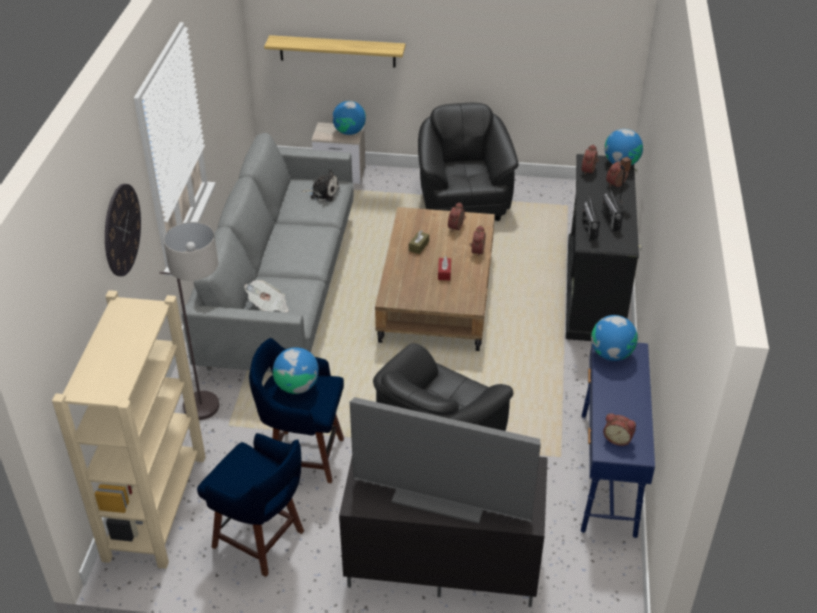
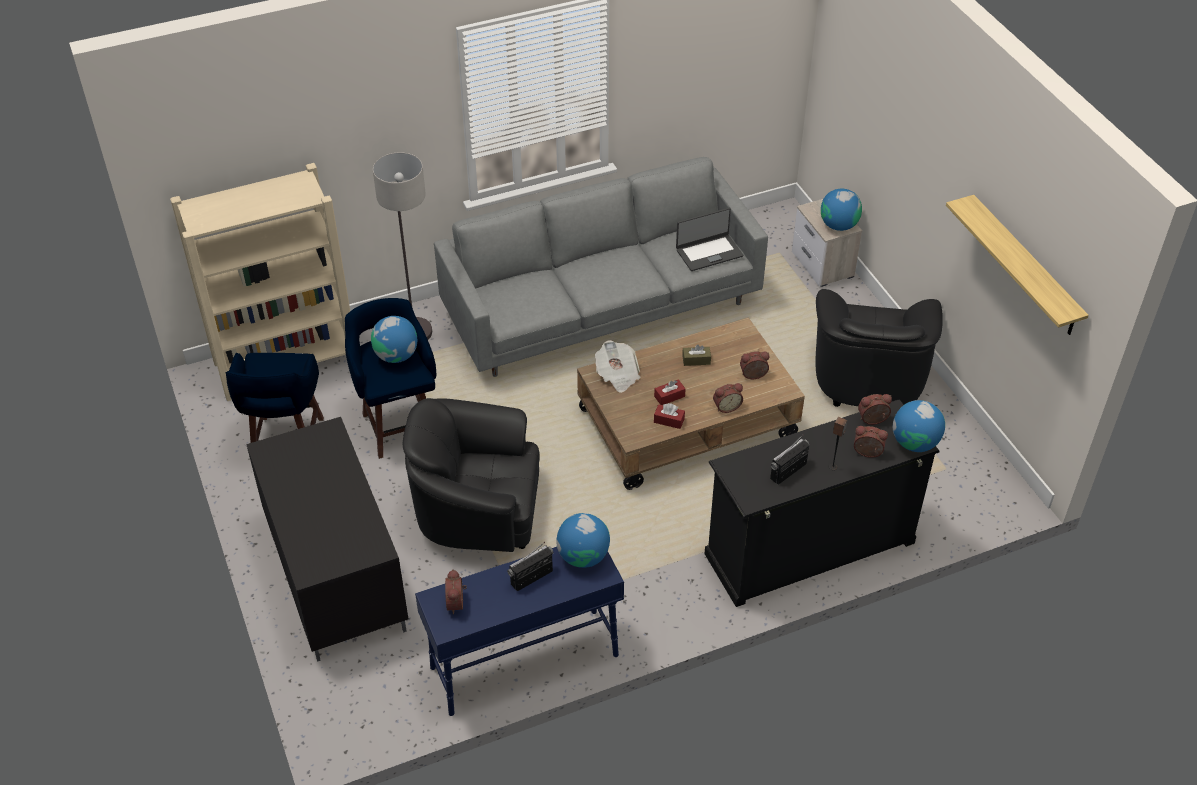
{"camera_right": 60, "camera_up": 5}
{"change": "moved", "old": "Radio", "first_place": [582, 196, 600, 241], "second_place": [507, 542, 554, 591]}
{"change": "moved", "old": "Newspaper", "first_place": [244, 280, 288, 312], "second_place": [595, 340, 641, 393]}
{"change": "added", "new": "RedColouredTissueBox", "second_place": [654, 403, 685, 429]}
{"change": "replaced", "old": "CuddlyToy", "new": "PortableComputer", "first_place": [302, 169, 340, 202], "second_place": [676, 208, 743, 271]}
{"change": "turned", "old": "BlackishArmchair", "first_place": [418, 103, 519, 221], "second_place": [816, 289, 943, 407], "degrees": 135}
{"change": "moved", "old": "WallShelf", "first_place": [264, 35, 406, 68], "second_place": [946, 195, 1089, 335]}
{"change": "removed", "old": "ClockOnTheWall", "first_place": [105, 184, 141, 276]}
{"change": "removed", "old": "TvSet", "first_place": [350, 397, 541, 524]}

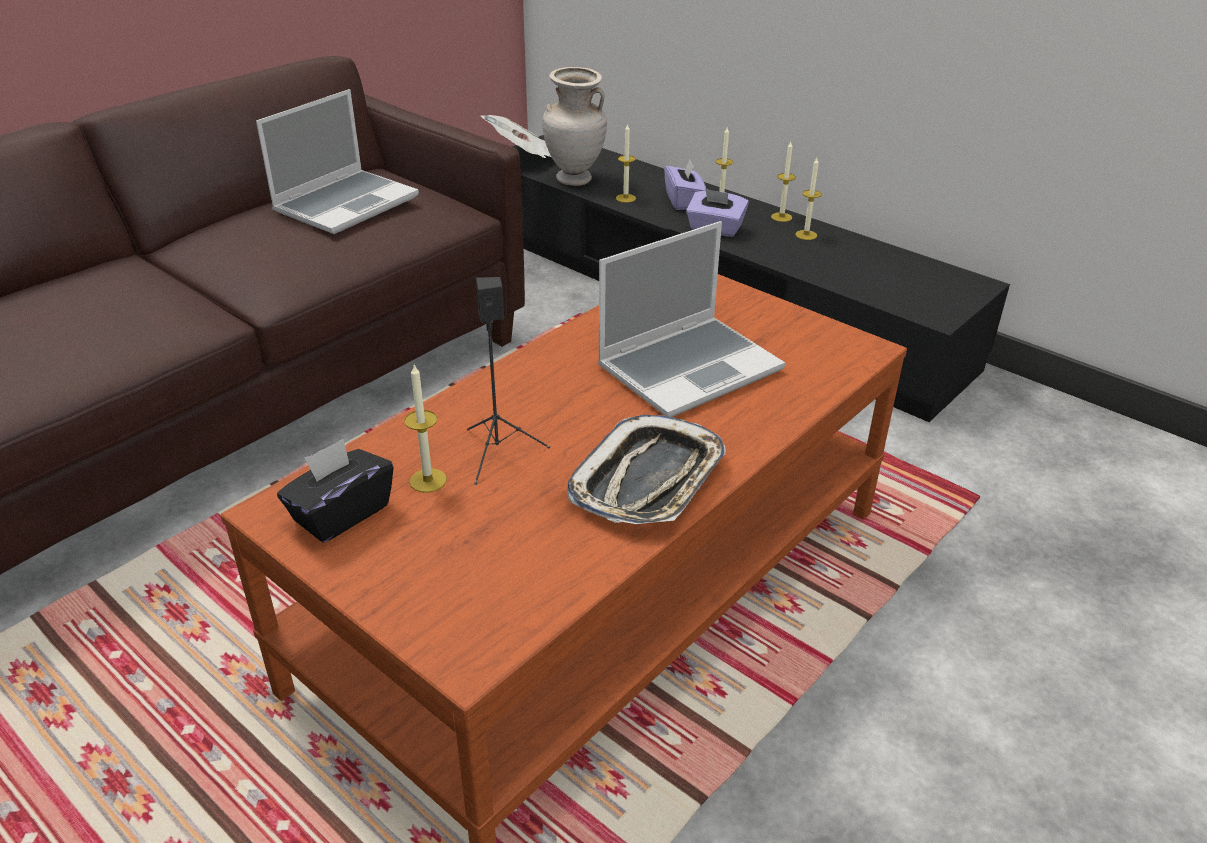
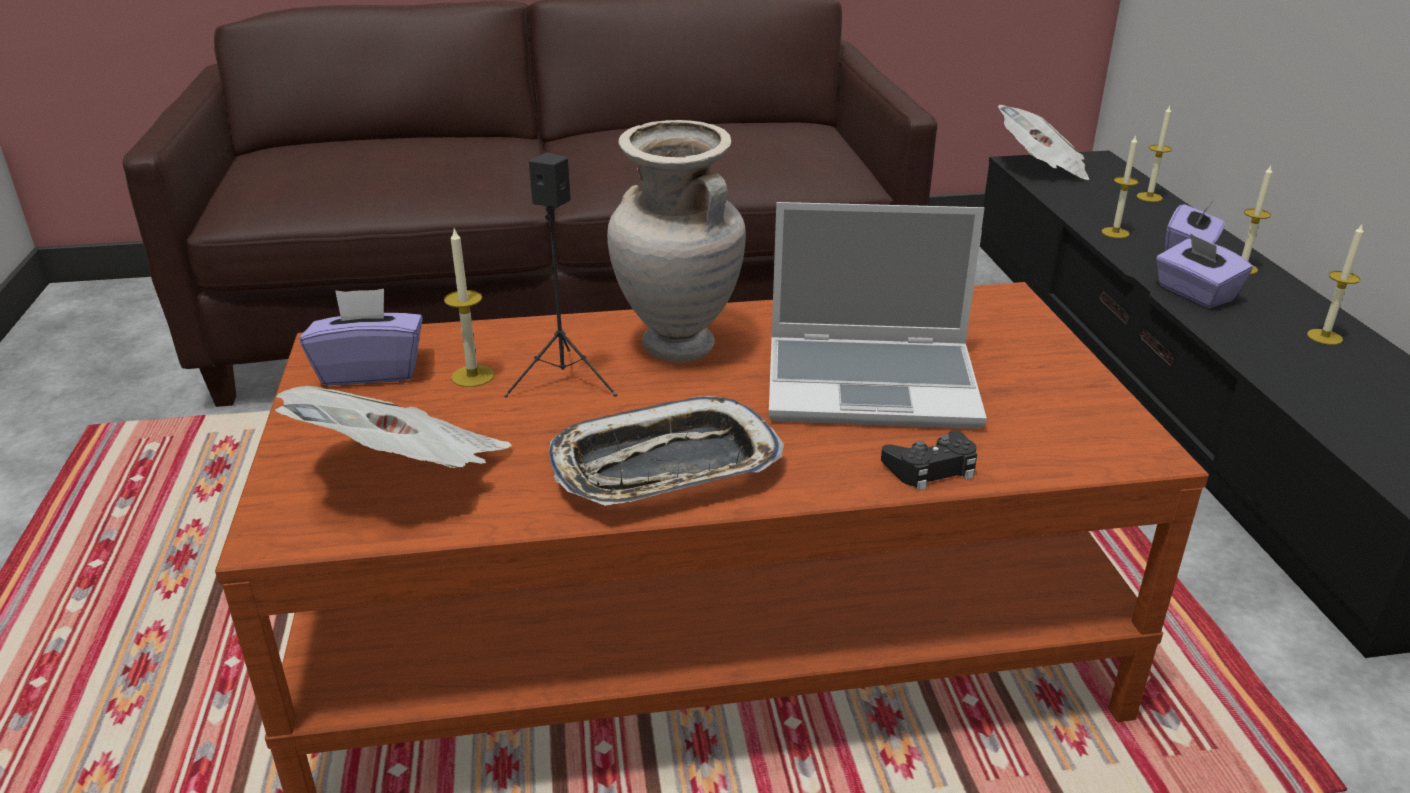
{"camera_right": 40, "camera_up": -5}
{"change": "added", "new": "Newspaper", "second_place": [275, 386, 511, 468]}
{"change": "recoloured", "old": "BlackishTissueBox", "new": "PurplishTissueBox", "first_place": [277, 439, 394, 543], "second_place": [300, 289, 423, 386]}
{"change": "moved", "old": "SandColouredVase", "first_place": [542, 67, 607, 186], "second_place": [607, 120, 746, 363]}
{"change": "added", "new": "BlackishGamepad", "second_place": [881, 431, 977, 491]}
{"change": "moved", "old": "Candle", "first_place": [771, 142, 796, 222], "second_place": [1136, 106, 1172, 202]}
{"change": "removed", "old": "PortableComputer", "first_place": [256, 89, 419, 234]}

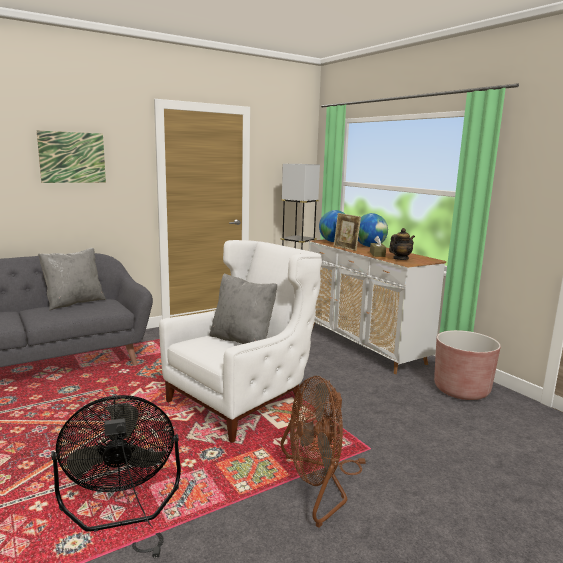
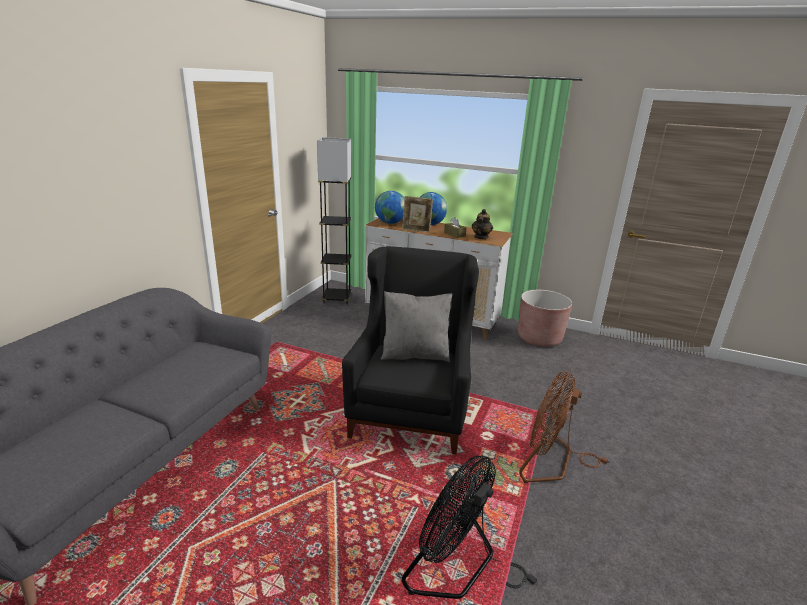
{"camera_right": -35, "camera_up": 10}
{"change": "recoloured", "old": "WhiteArmchair", "new": "BlackishArmchair", "first_place": [159, 240, 322, 443], "second_place": [342, 246, 479, 454]}
{"change": "turned", "old": "BrownFan", "first_place": [281, 376, 366, 528], "second_place": [519, 371, 609, 483], "degrees": 75}
{"change": "removed", "old": "WallArt", "first_place": [37, 131, 106, 183]}
{"change": "removed", "old": "GreyishPillow", "first_place": [38, 248, 106, 311]}

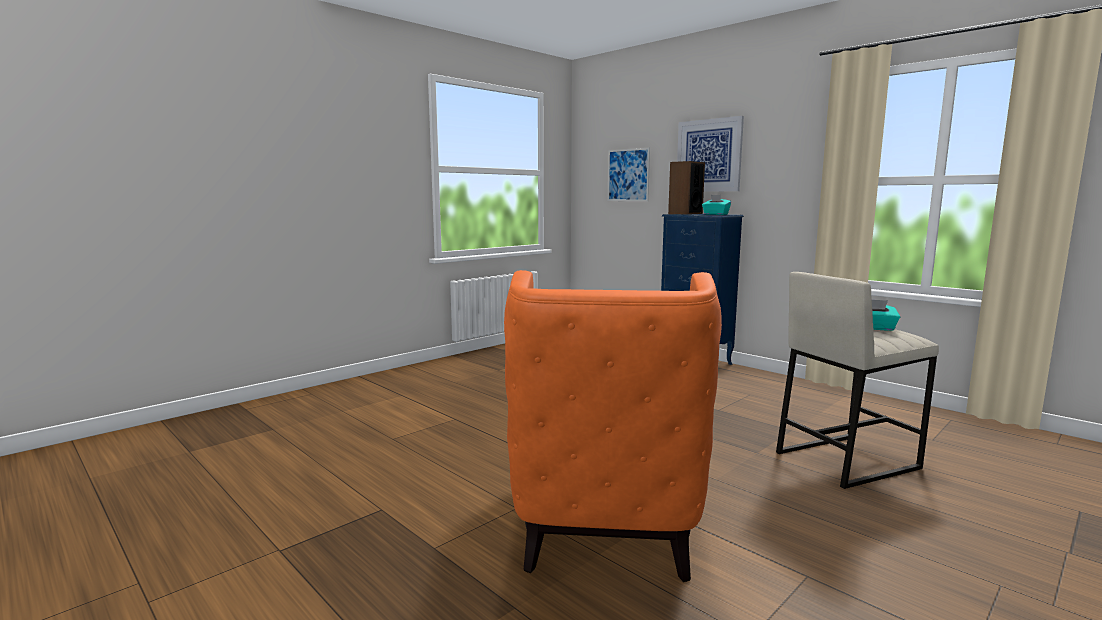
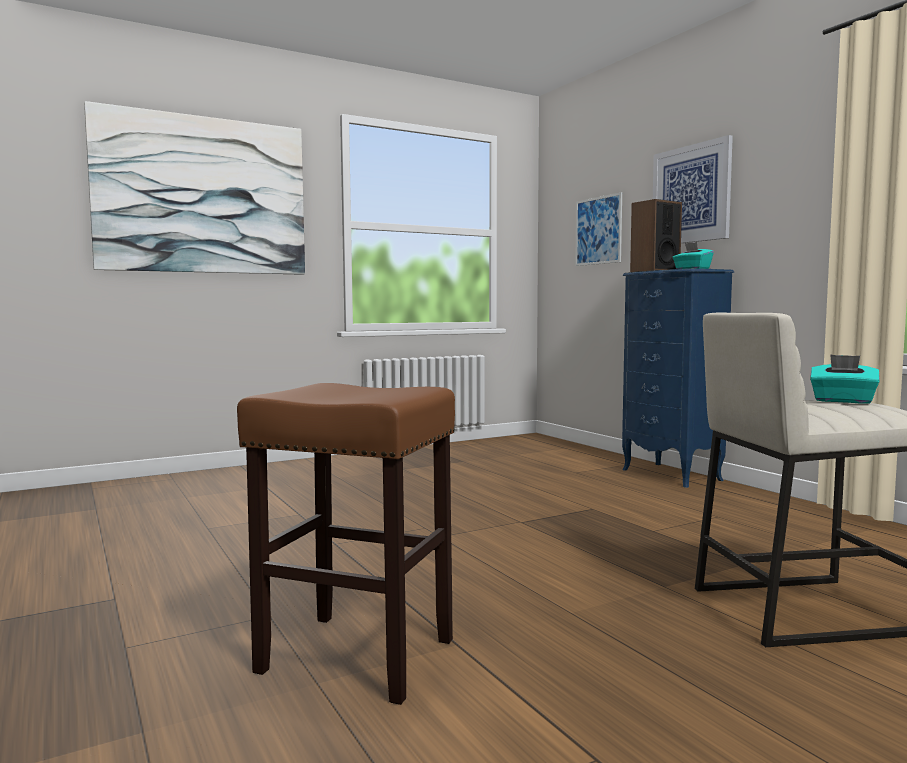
{"camera_right": 15, "camera_up": -5}
{"change": "added", "new": "WallArt", "second_place": [84, 101, 305, 275]}
{"change": "replaced", "old": "OrangeyArmchair", "new": "BrownStool", "first_place": [504, 270, 722, 582], "second_place": [237, 383, 455, 705]}

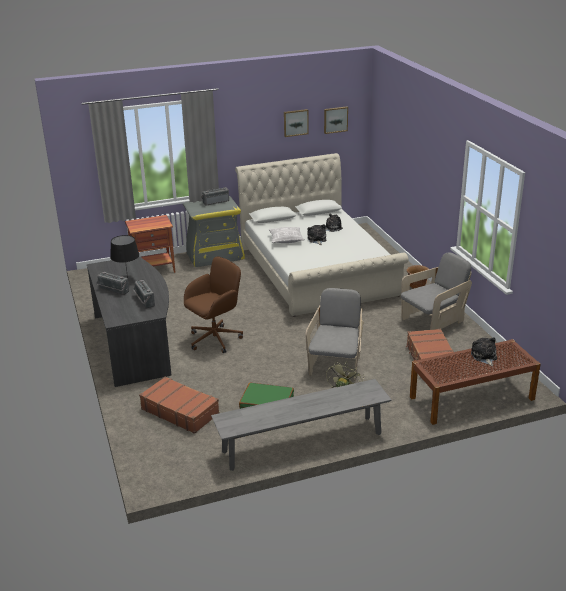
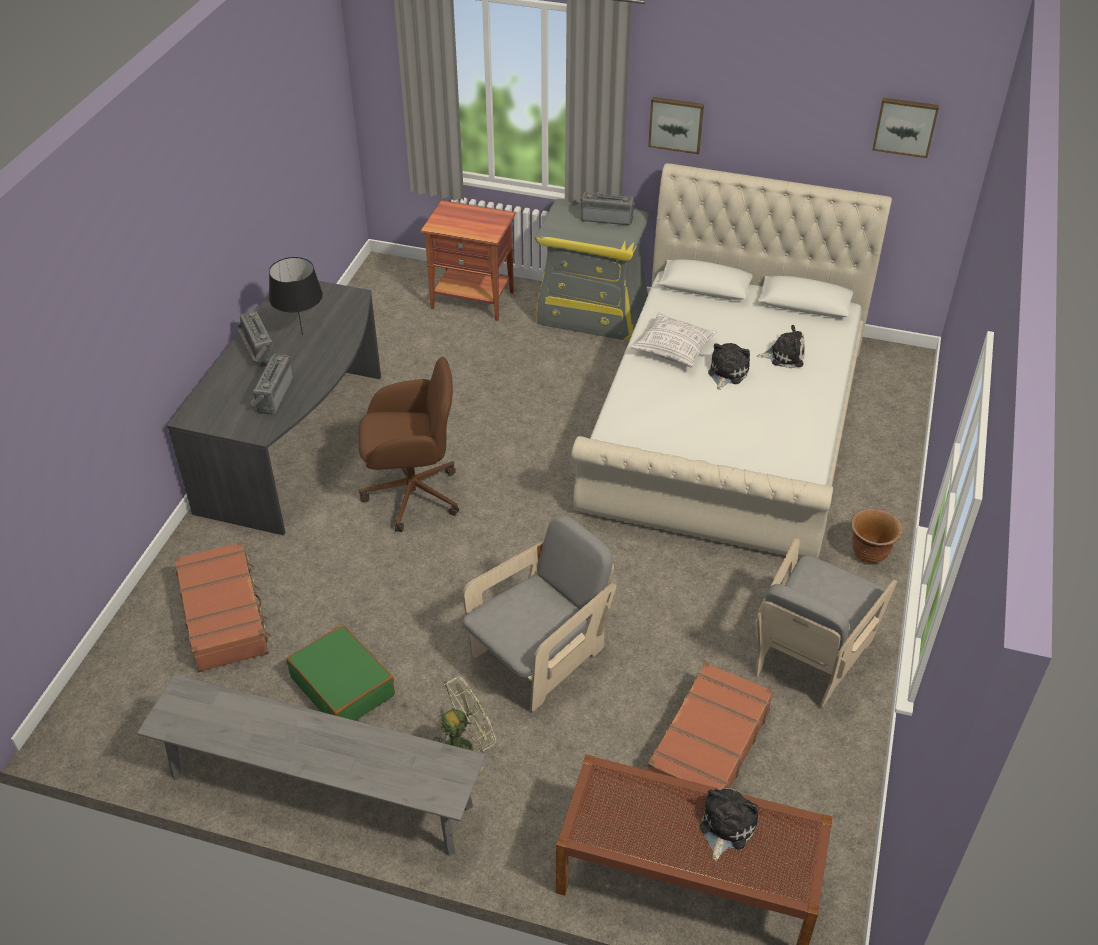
{"camera_right": 35, "camera_up": 15}
{"change": "moved", "old": "WallArt", "first_place": [284, 109, 309, 137], "second_place": [648, 97, 704, 154]}
{"change": "turned", "old": "GreyishArmchair", "first_place": [401, 252, 472, 330], "second_place": [755, 538, 897, 708], "degrees": 120}

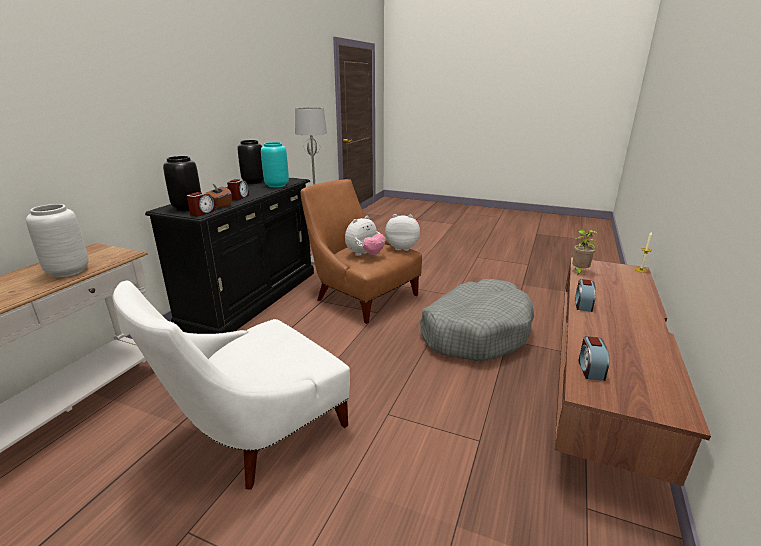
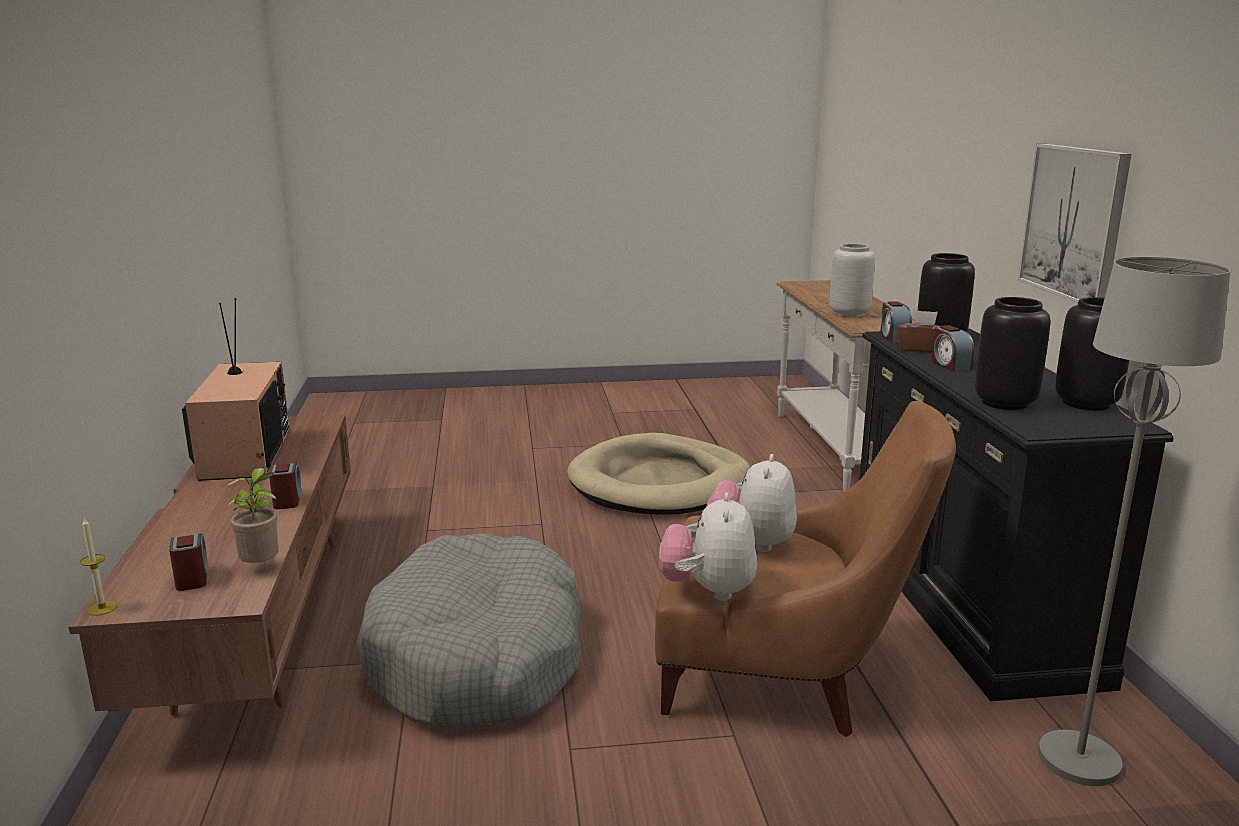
{"camera_right": 150, "camera_up": -5}
{"change": "moved", "old": "TableClock", "first_place": [578, 336, 609, 381], "second_place": [169, 533, 208, 591]}
{"change": "added", "new": "TvSet", "second_place": [182, 298, 290, 481]}
{"change": "replaced", "old": "WhiteArmchair", "new": "SandColouredPetBed", "first_place": [113, 281, 350, 490], "second_place": [567, 433, 750, 515]}
{"change": "turned", "old": "CuddlyToy", "first_place": [385, 214, 420, 251], "second_place": [659, 493, 757, 601], "degrees": 120}
{"change": "recoloured", "old": "TurquoiseColouredVase", "new": "BlackishVase", "first_place": [261, 142, 289, 188], "second_place": [975, 297, 1050, 410]}
{"change": "added", "new": "WallArt", "second_place": [1018, 144, 1131, 303]}

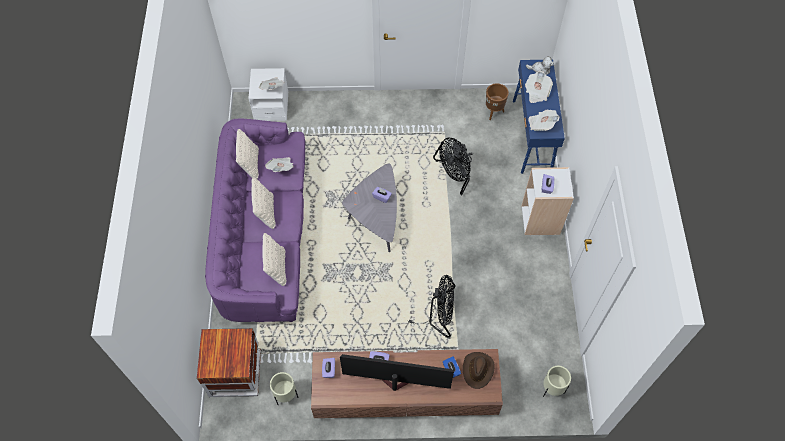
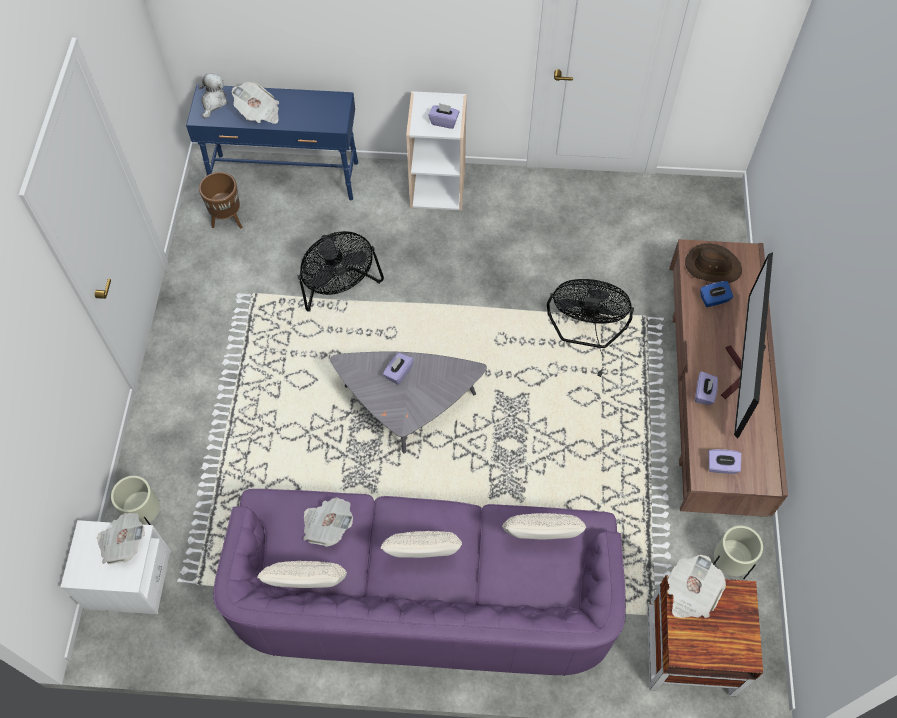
{"camera_right": -85, "camera_up": 0}
{"change": "moved", "old": "SandColouredPlantPot", "first_place": [543, 366, 571, 397], "second_place": [111, 476, 160, 525]}
{"change": "moved", "old": "Newspaper", "first_place": [528, 110, 559, 131], "second_place": [667, 555, 726, 618]}

